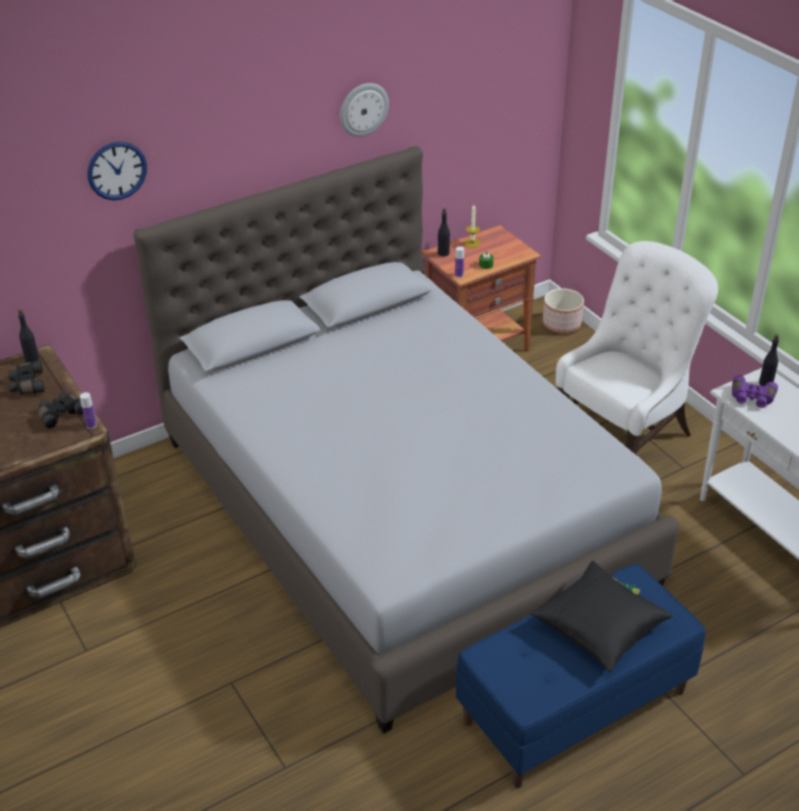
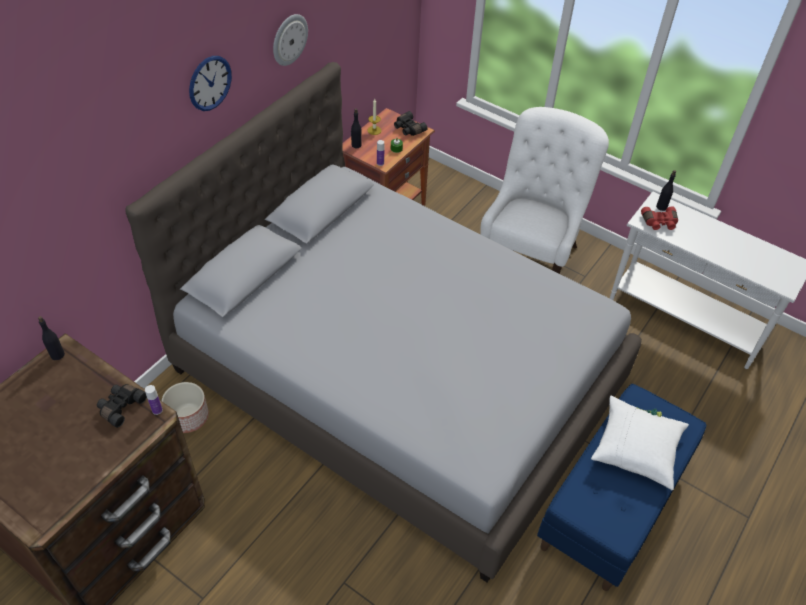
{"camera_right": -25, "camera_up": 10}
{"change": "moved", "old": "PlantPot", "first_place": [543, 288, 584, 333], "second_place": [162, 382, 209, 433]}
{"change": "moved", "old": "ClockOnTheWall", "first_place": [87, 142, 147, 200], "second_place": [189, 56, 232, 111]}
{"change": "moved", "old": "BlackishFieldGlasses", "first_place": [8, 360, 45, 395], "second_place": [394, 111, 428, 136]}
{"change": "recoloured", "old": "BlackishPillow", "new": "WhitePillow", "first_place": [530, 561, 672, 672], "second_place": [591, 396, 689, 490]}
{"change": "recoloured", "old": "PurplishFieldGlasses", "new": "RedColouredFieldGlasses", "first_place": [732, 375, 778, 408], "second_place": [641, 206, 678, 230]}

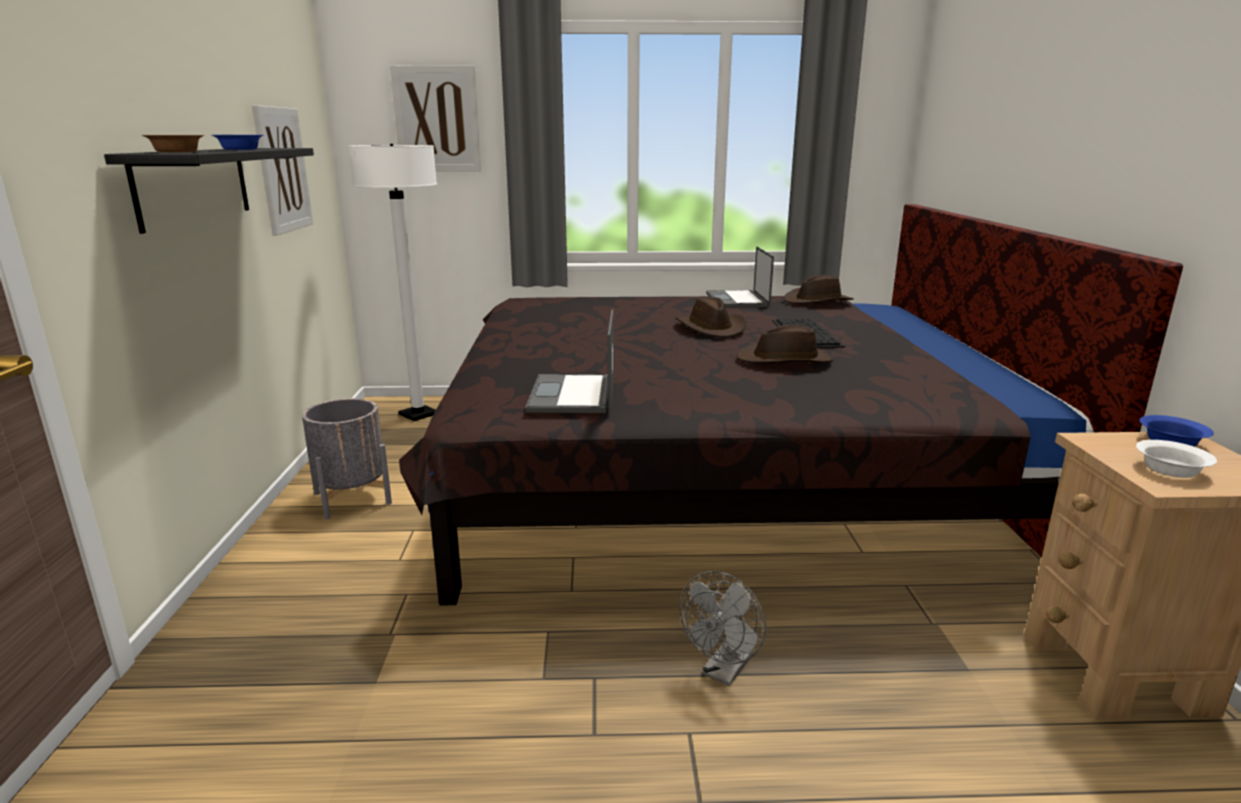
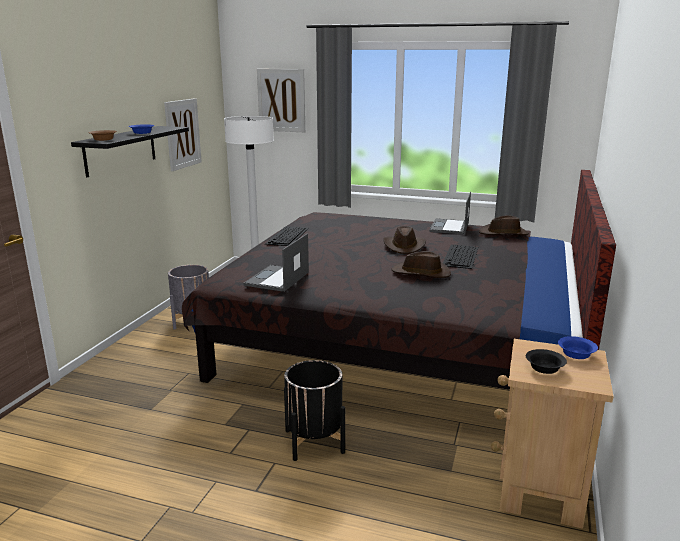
{"camera_right": 20, "camera_up": 0}
{"change": "added", "new": "PcKeyboard", "second_place": [265, 226, 308, 246]}
{"change": "replaced", "old": "GreyishFan", "new": "BlackishPlantPot", "first_place": [680, 571, 766, 686], "second_place": [284, 360, 345, 461]}
{"change": "recoloured", "old": "WhiteBowl", "new": "BlackishBowl", "first_place": [1136, 440, 1217, 478], "second_place": [526, 349, 567, 374]}

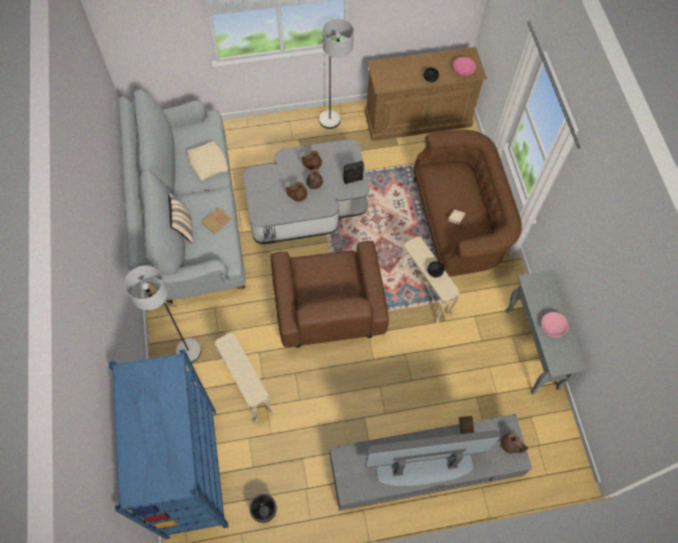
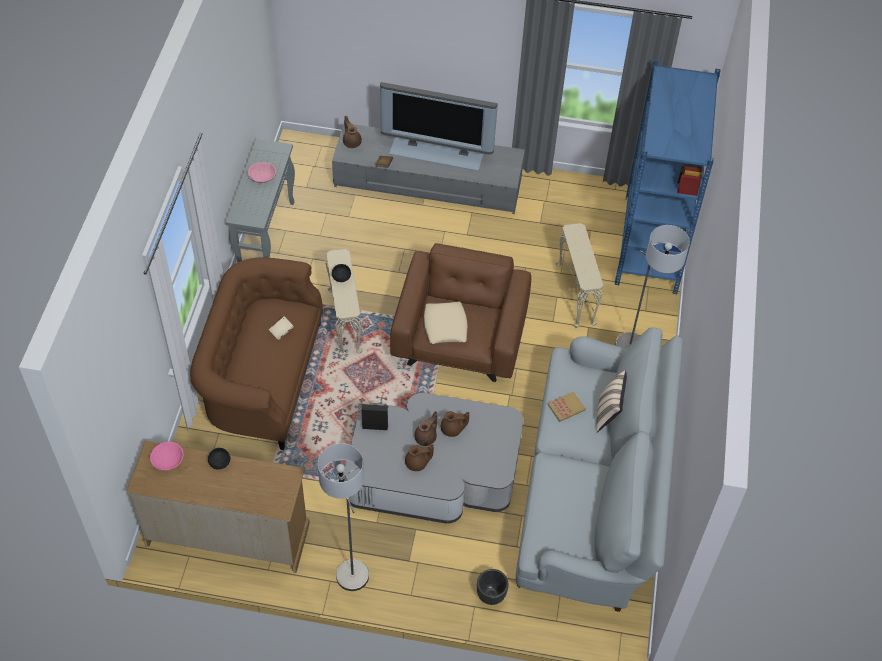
{"camera_right": -160, "camera_up": -10}
{"change": "moved", "old": "SandColouredPillow", "first_place": [187, 141, 228, 181], "second_place": [424, 301, 467, 344]}
{"change": "moved", "old": "BlackishPlantPot", "first_place": [249, 494, 277, 523], "second_place": [477, 569, 509, 605]}

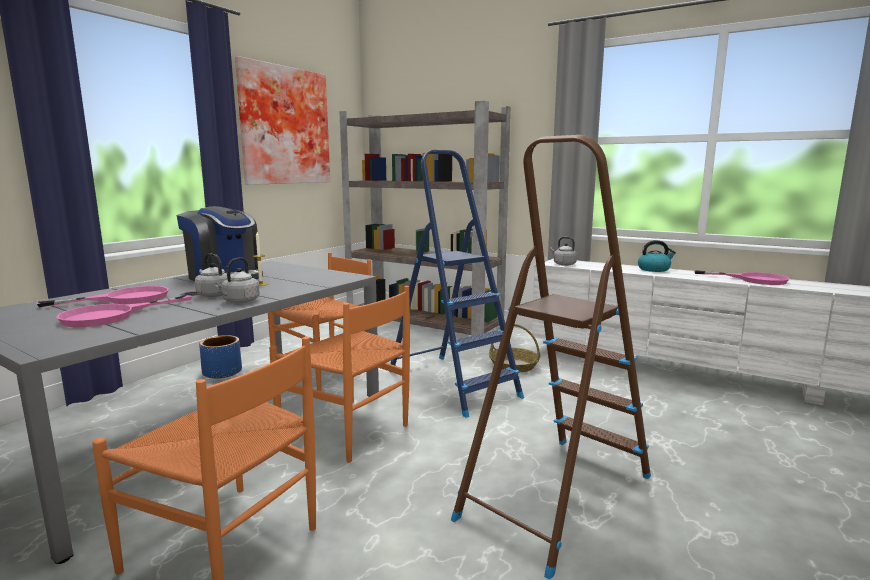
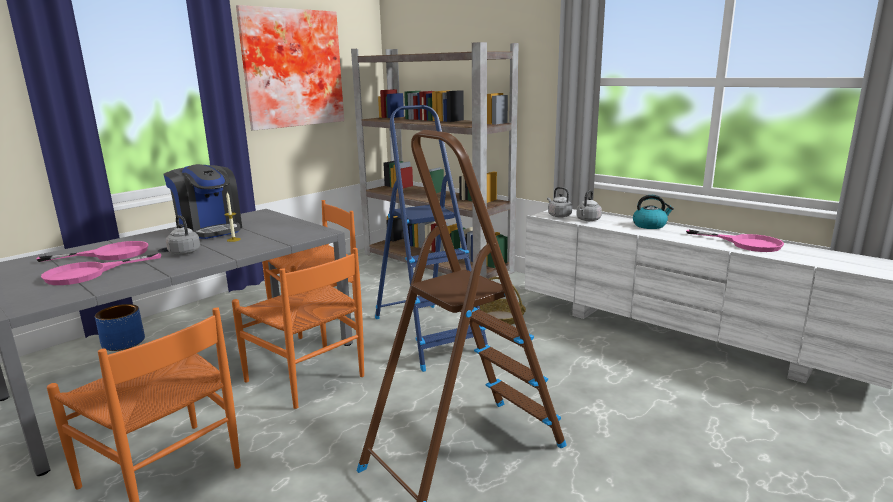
{"camera_right": 10, "camera_up": 5}
{"change": "moved", "old": "BluePlantPot", "first_place": [199, 335, 242, 378], "second_place": [95, 304, 145, 351]}
{"change": "moved", "old": "GreyishTeaKettle", "first_place": [215, 257, 260, 303], "second_place": [576, 190, 602, 221]}

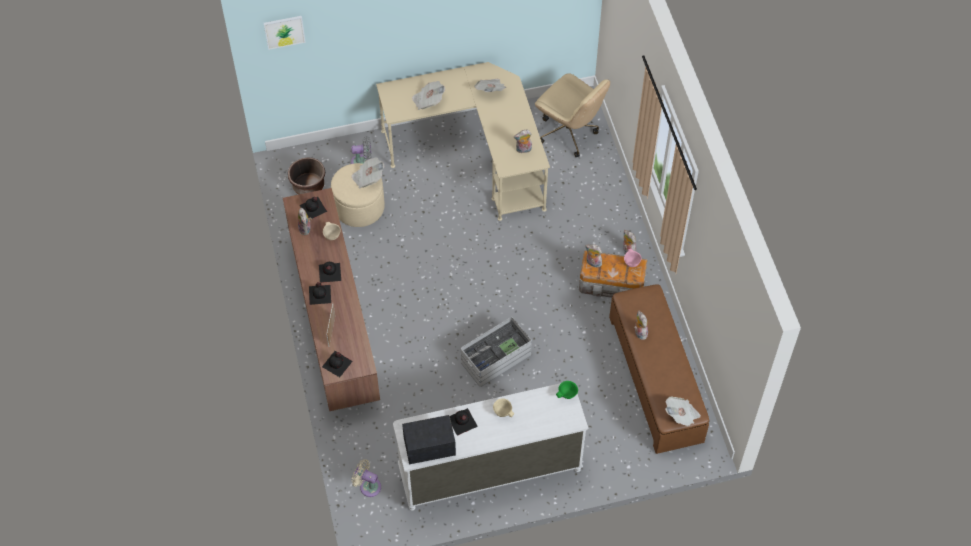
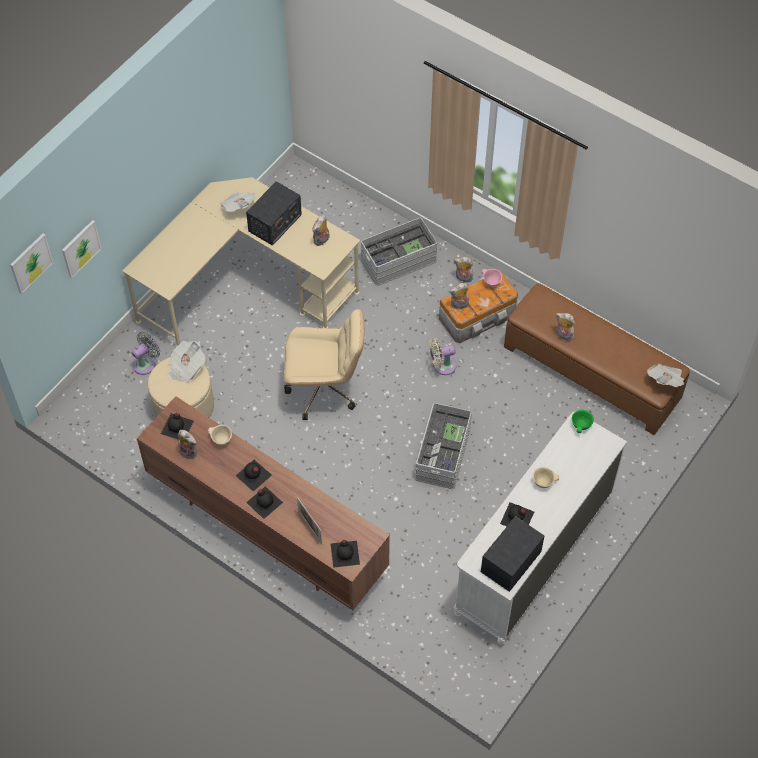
{"camera_right": -40, "camera_up": 0}
{"change": "added", "new": "WallArt", "second_place": [62, 220, 102, 278]}
{"change": "added", "new": "Radio", "second_place": [246, 181, 302, 246]}
{"change": "moved", "old": "SandColouredDeskChair", "first_place": [535, 73, 610, 157], "second_place": [284, 309, 365, 420]}
{"change": "added", "new": "GreyishStorageContainer", "second_place": [361, 217, 437, 286]}
{"change": "moved", "old": "SandColouredFan", "first_place": [351, 459, 381, 497], "second_place": [429, 338, 457, 375]}
{"change": "removed", "old": "BrownPlantPot", "first_place": [288, 157, 325, 194]}
{"change": "removed", "old": "Newspaper", "first_place": [412, 81, 445, 110]}

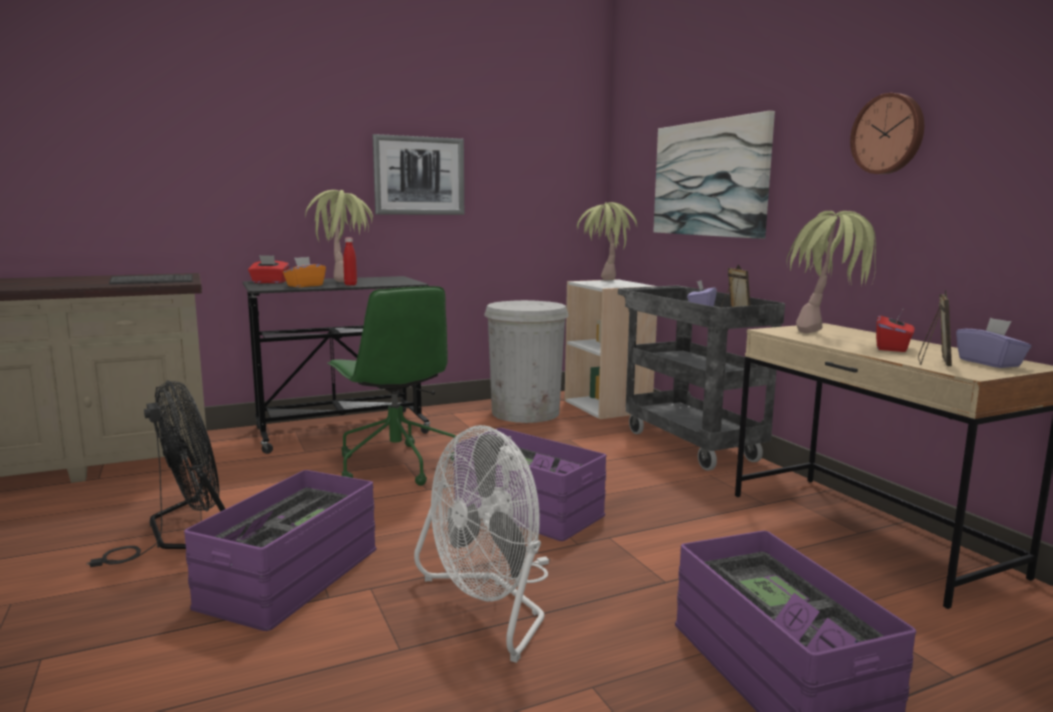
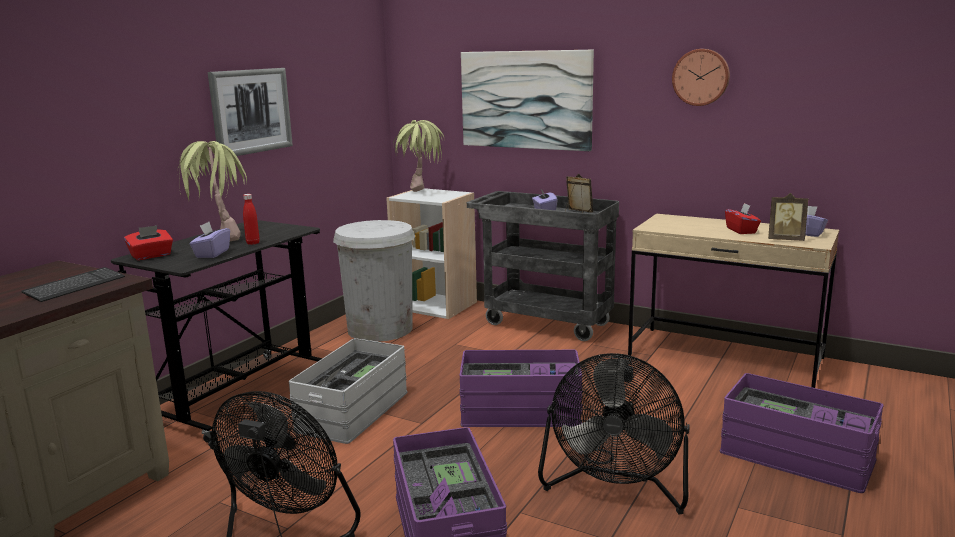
{"camera_right": -35, "camera_up": 5}
{"change": "recoloured", "old": "OrangeyTissueBox", "new": "PurplishTissueBox", "first_place": [283, 257, 326, 287], "second_place": [189, 222, 230, 258]}
{"change": "replaced", "old": "GreenishDeskChair", "new": "GreyishStorageContainer", "first_place": [328, 286, 456, 486], "second_place": [289, 338, 408, 444]}
{"change": "recoloured", "old": "WhiteFan", "new": "BlackishFan", "first_place": [414, 425, 551, 663], "second_place": [538, 353, 690, 515]}
{"change": "turned", "old": "PhotoFrame", "first_place": [918, 289, 952, 366], "second_place": [768, 193, 808, 241], "degrees": 120}
{"change": "removed", "old": "PlantInAPot", "first_place": [787, 211, 876, 333]}

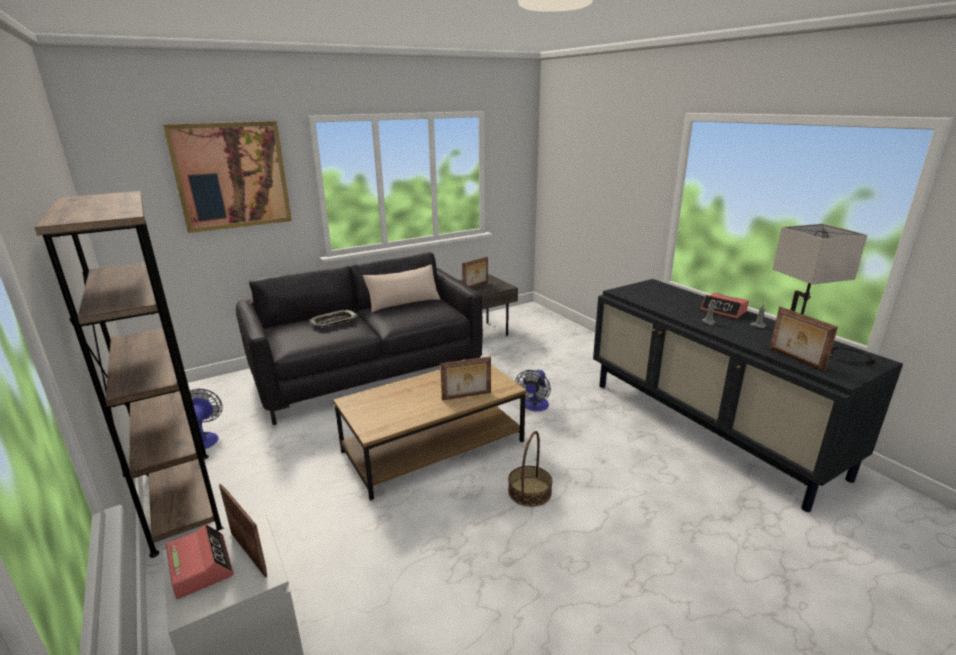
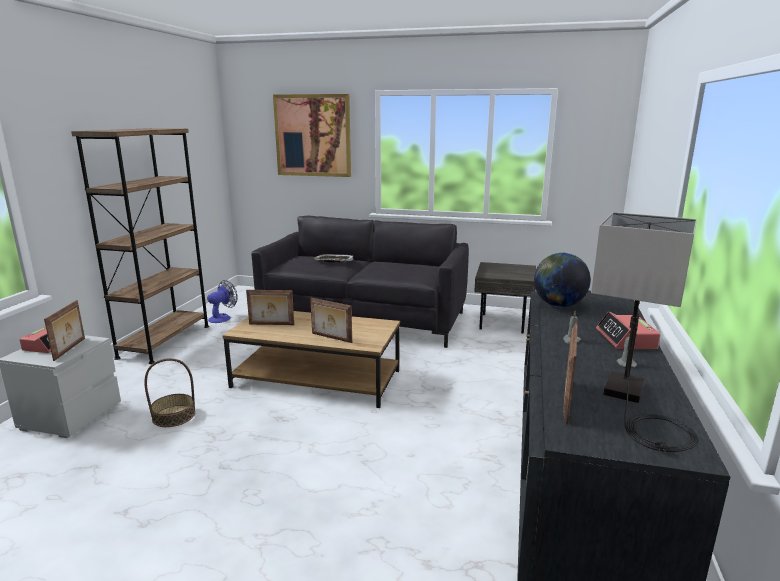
{"camera_right": 45, "camera_up": -5}
{"change": "moved", "old": "HouseholdBasket", "first_place": [508, 431, 552, 507], "second_place": [144, 358, 195, 427]}
{"change": "moved", "old": "PhotoFrame", "first_place": [462, 257, 488, 288], "second_place": [246, 290, 294, 325]}
{"change": "added", "new": "WorldGlobe", "second_place": [534, 252, 591, 307]}
{"change": "removed", "old": "SandColouredPillow", "first_place": [363, 264, 440, 312]}
{"change": "removed", "old": "Fan", "first_place": [515, 370, 551, 411]}

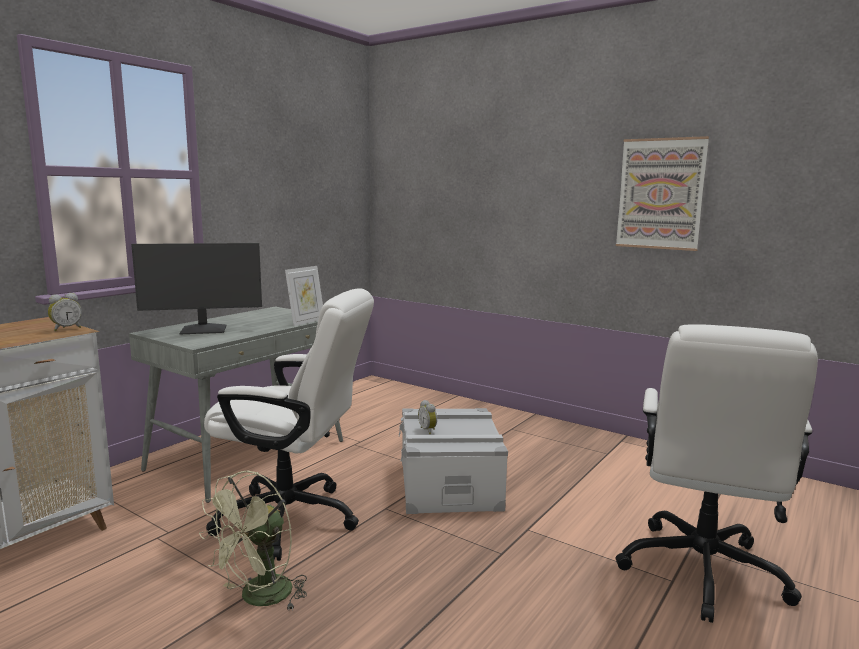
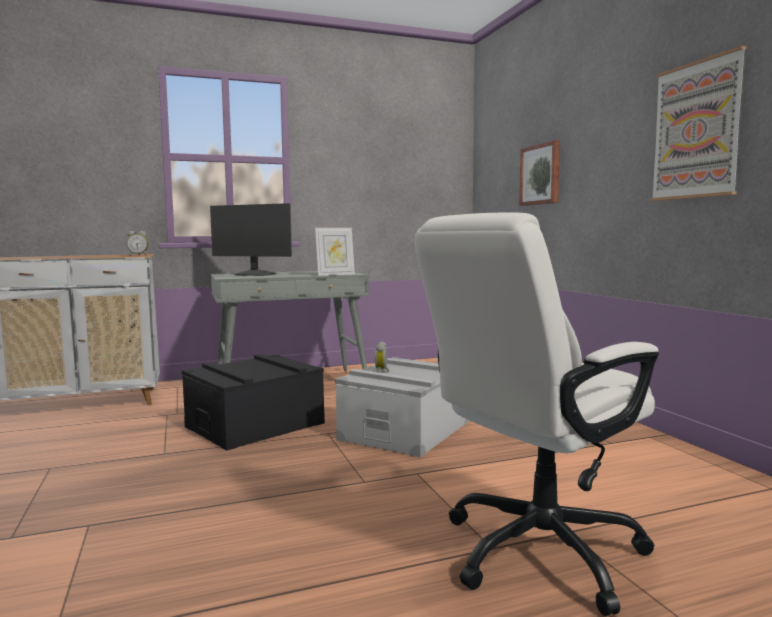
{"camera_right": 35, "camera_up": -5}
{"change": "replaced", "old": "WhiteDeskChair", "new": "BlackishStorageContainer", "first_place": [204, 288, 374, 561], "second_place": [182, 354, 325, 451]}
{"change": "added", "new": "WallArt", "second_place": [519, 140, 560, 206]}
{"change": "removed", "old": "GreenishFan", "first_place": [199, 471, 307, 611]}

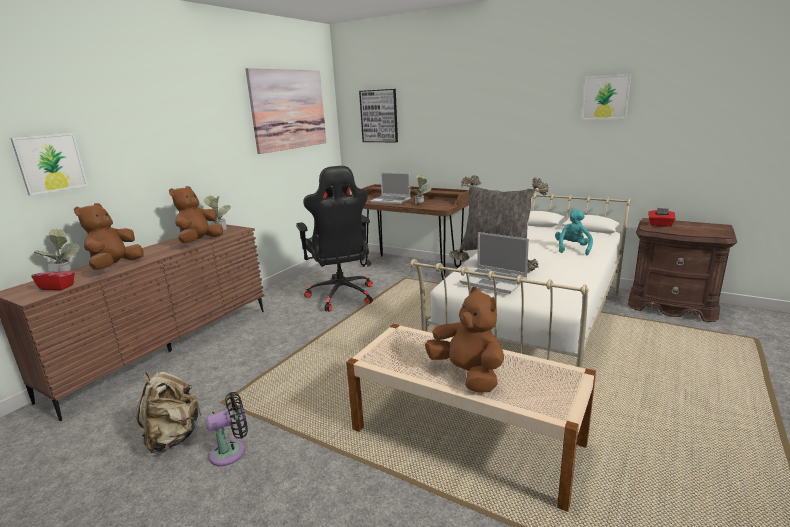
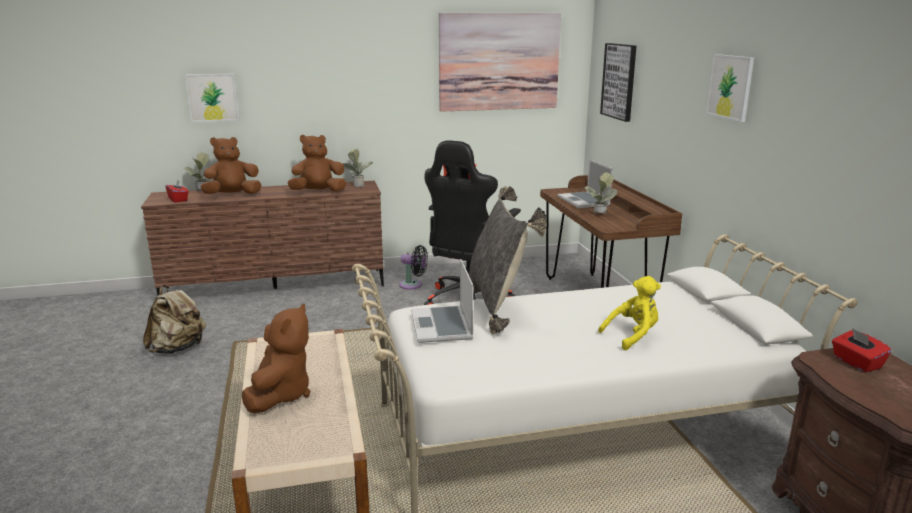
{"camera_right": 45, "camera_up": 0}
{"change": "moved", "old": "BlackishFan", "first_place": [205, 392, 248, 466], "second_place": [399, 245, 428, 290]}
{"change": "recoloured", "old": "TurquoiseColouredCuddlyToy", "new": "YellowishCuddlyToy", "first_place": [555, 209, 593, 255], "second_place": [598, 276, 661, 350]}
{"change": "moved", "old": "WallArt", "first_place": [582, 74, 631, 119], "second_place": [706, 54, 754, 122]}

